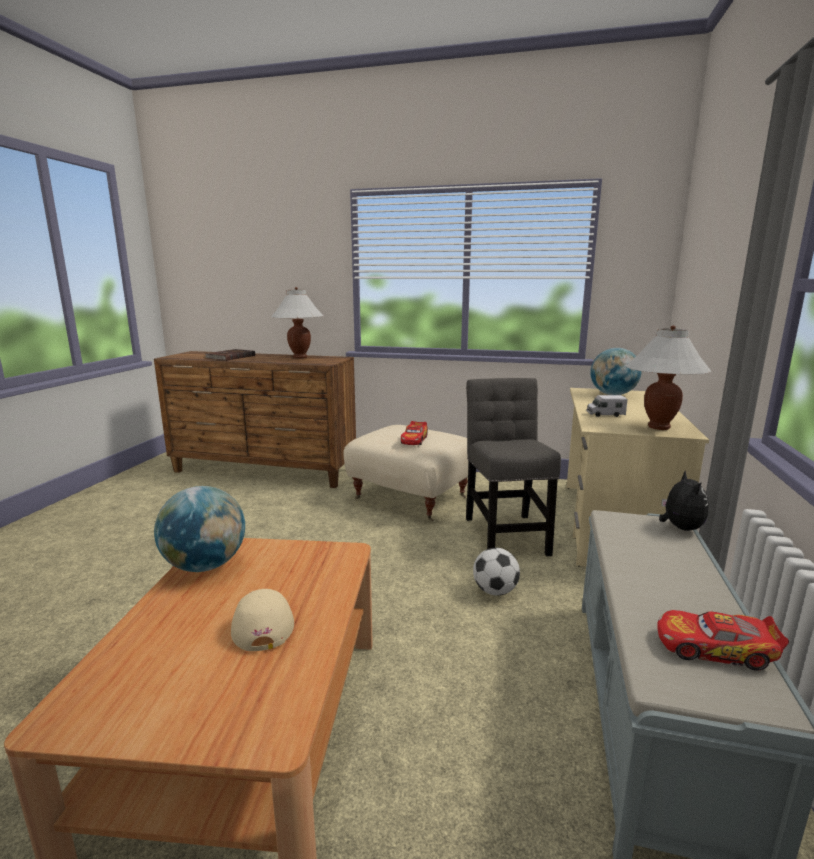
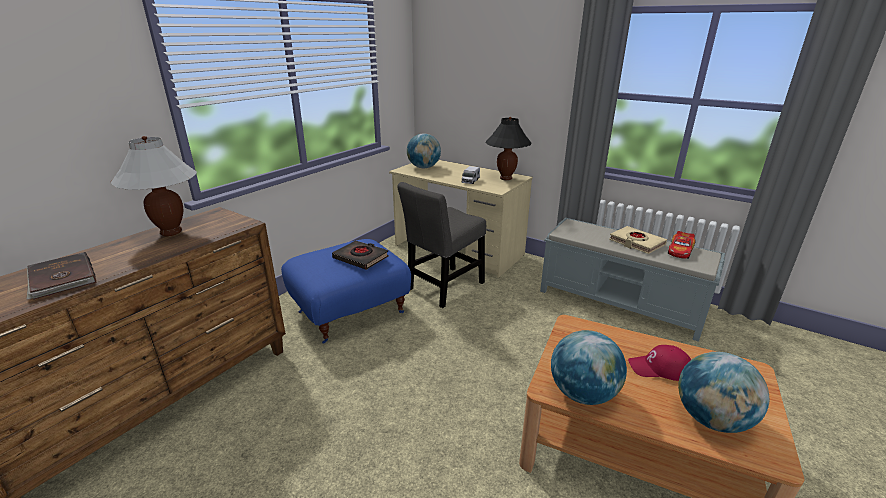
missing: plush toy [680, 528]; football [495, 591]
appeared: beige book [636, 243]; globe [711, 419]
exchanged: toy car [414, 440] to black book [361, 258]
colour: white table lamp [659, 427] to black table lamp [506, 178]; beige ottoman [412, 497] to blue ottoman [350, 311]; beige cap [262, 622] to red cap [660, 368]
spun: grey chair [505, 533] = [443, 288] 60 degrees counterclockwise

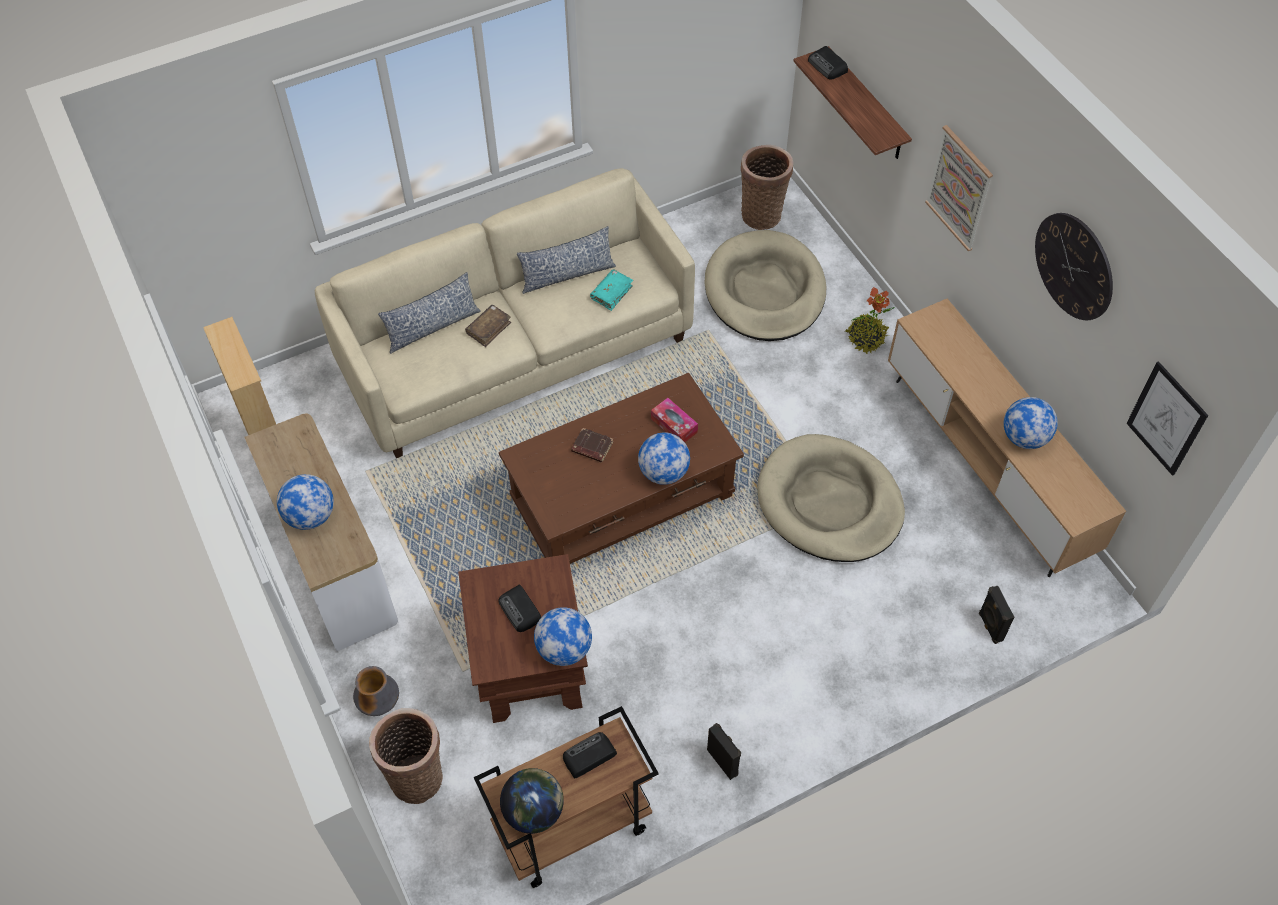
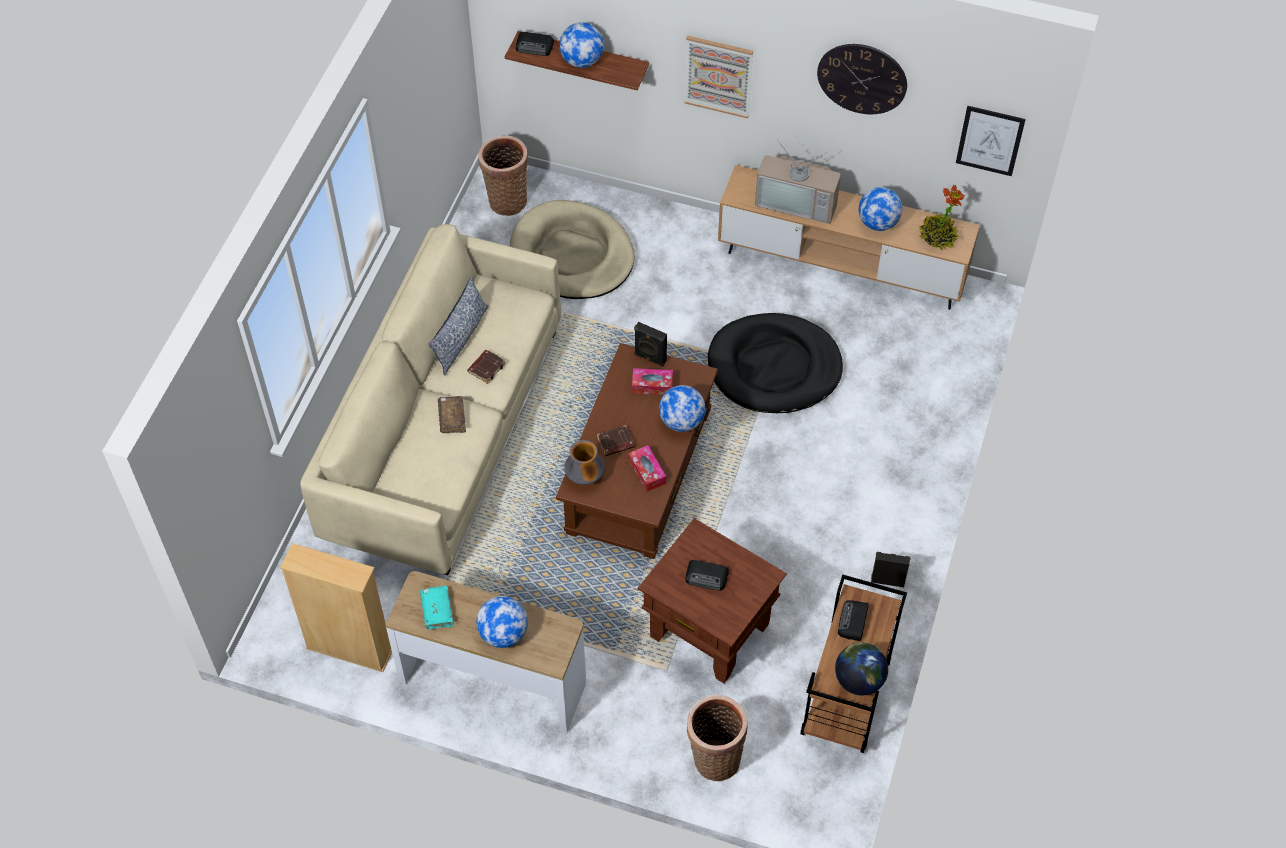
missing: pillow [432, 327]
appeared: television [798, 201]; brown book [486, 367]; tissue box [647, 472]
relocated: turquoise book [611, 293] to [437, 610]; potted plant [865, 339] to [937, 237]; black speaker [989, 627] to [650, 358]; globe [564, 649] to [582, 61]; vase [380, 703] to [585, 477]
colour: beige dog bed [829, 503] to black dog bed [774, 367]

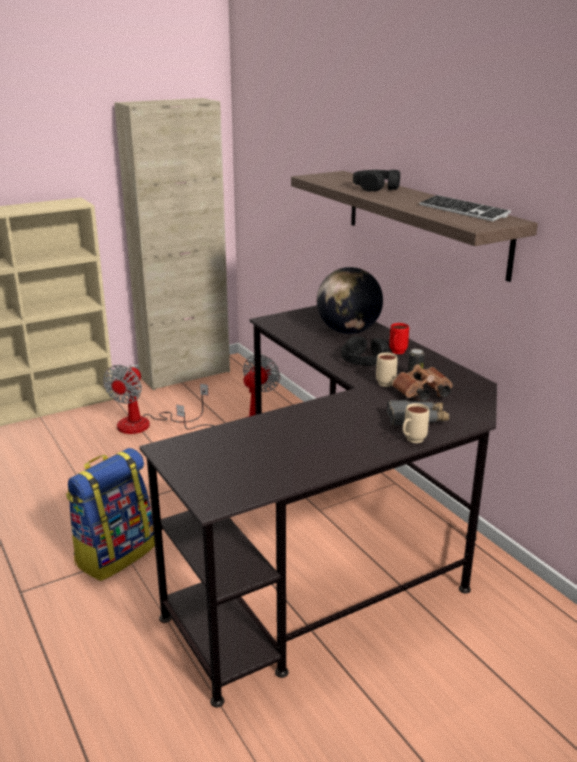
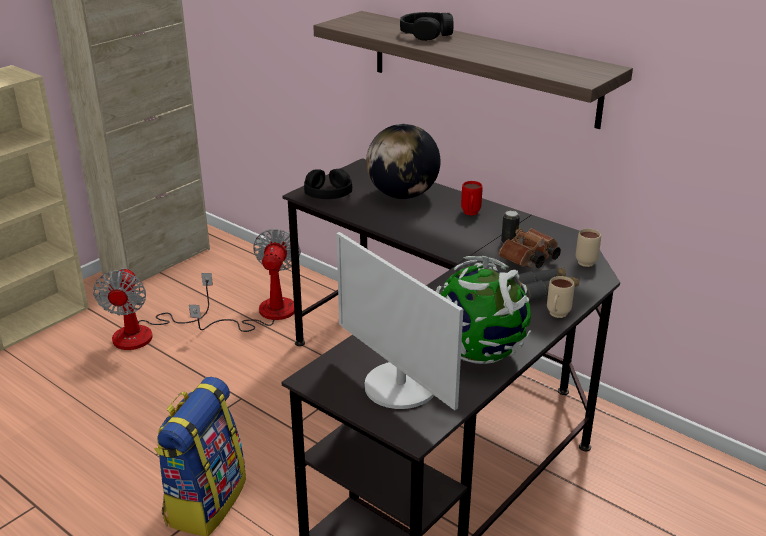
missing: keyboard [463, 211]
appeared: monitor [400, 386]; globe [479, 353]
relocated: black headphones [365, 360] to [328, 193]; beige mug [388, 382] to [586, 261]

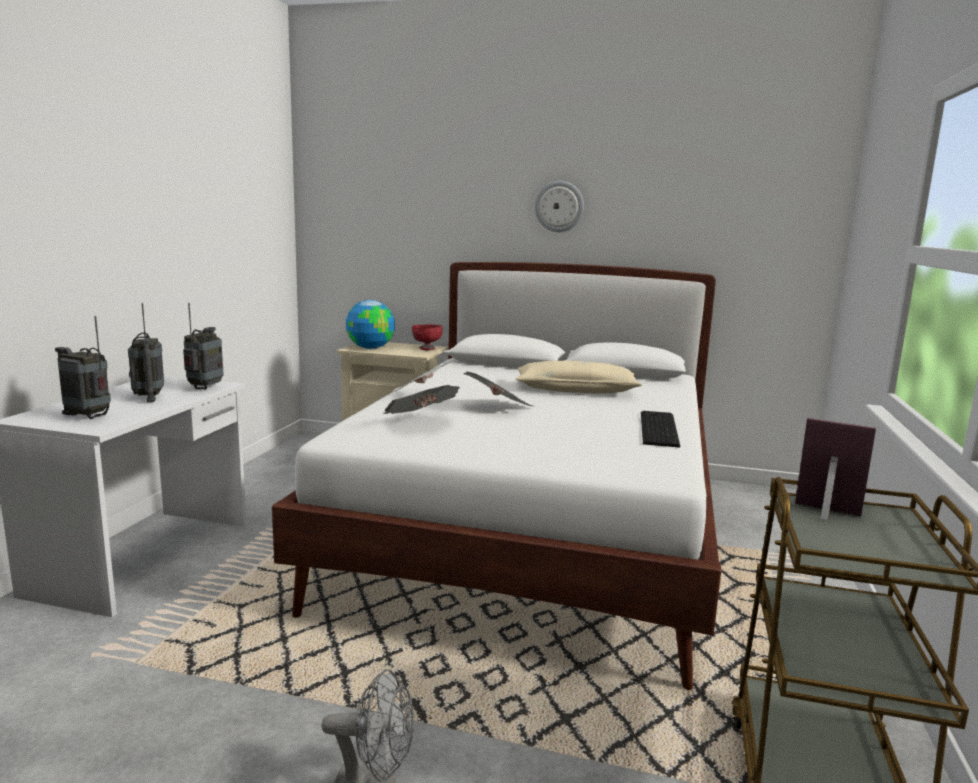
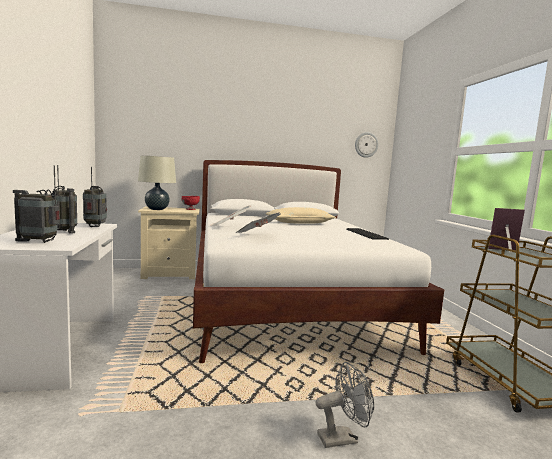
missing: newspaper [498, 408]
relocated: wall clock [559, 206] to [366, 144]
exchanged: globe [370, 348] to beige table lamp [157, 209]

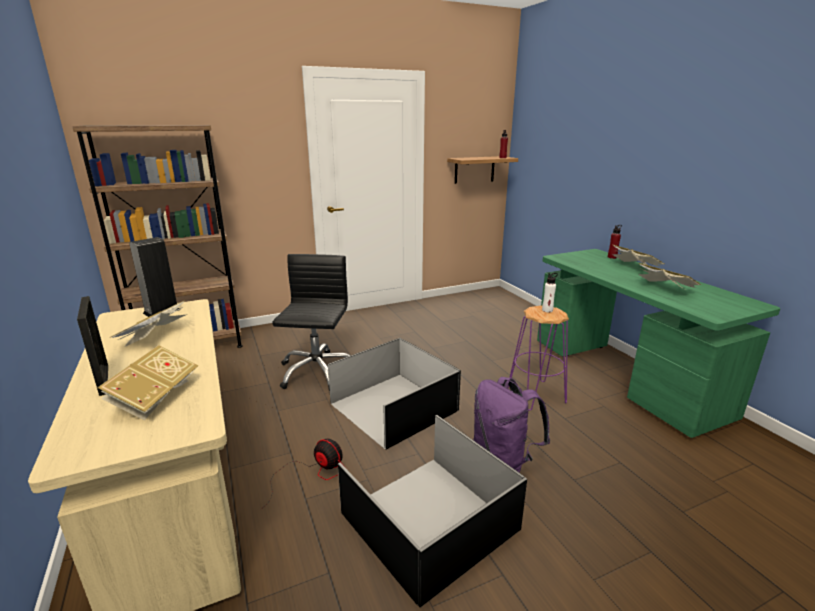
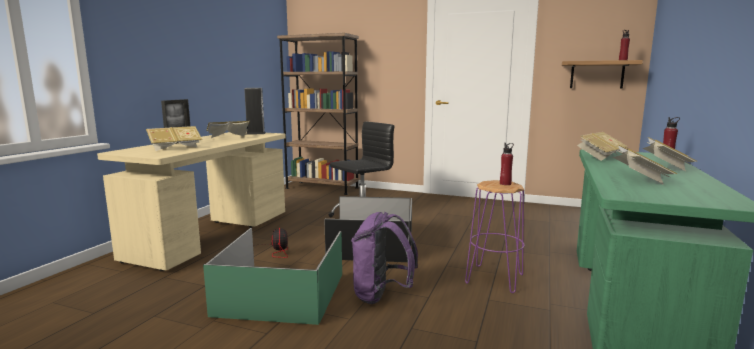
appeared: book [600, 157]
colour: white bottle [547, 310] to red bottle [505, 184]; black storage box [430, 519] to green storage box [283, 294]

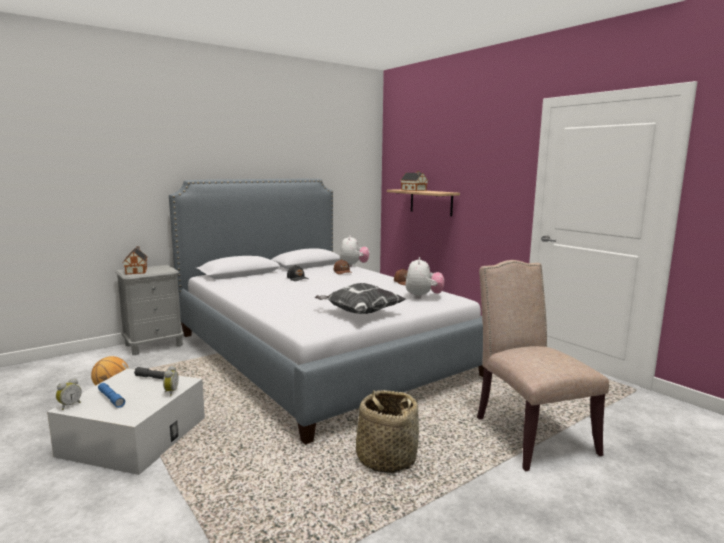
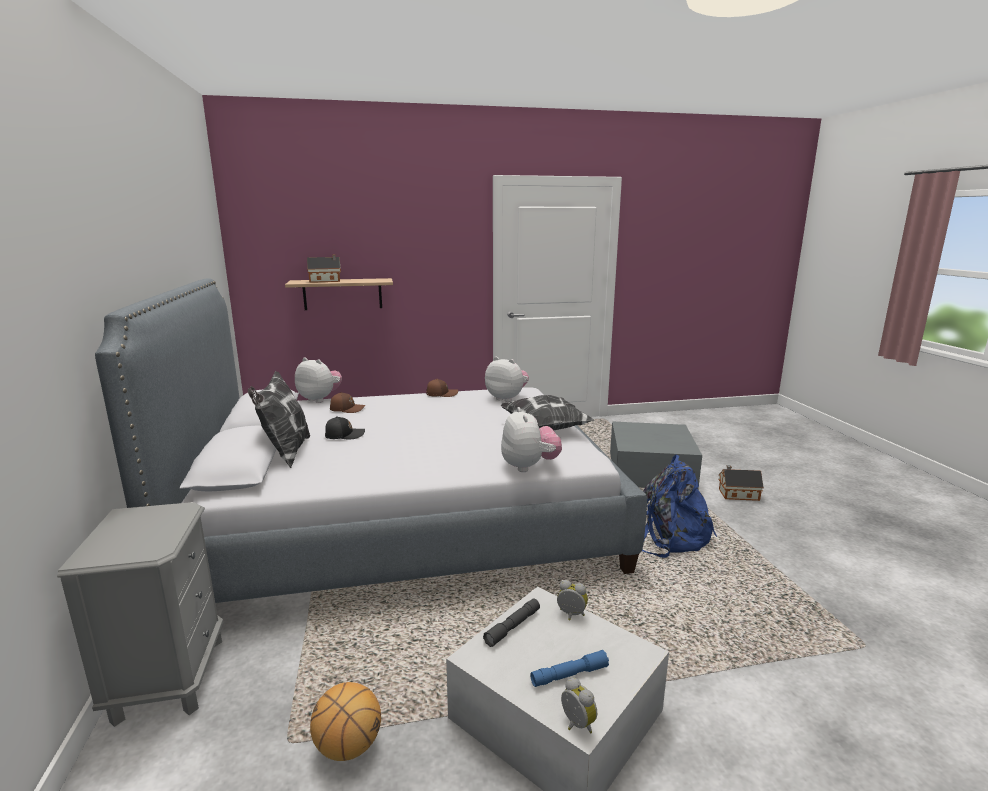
appeared: pillow [286, 453]; plush toy [529, 466]
relocated: toy house [137, 270] to [737, 494]
exchanged: beige chair [528, 433] to grey storage box [650, 471]; basket [386, 458] to blue backpack [670, 537]

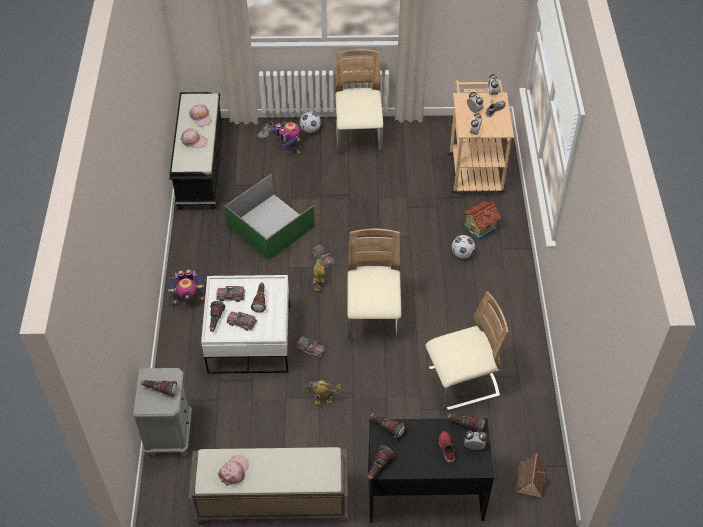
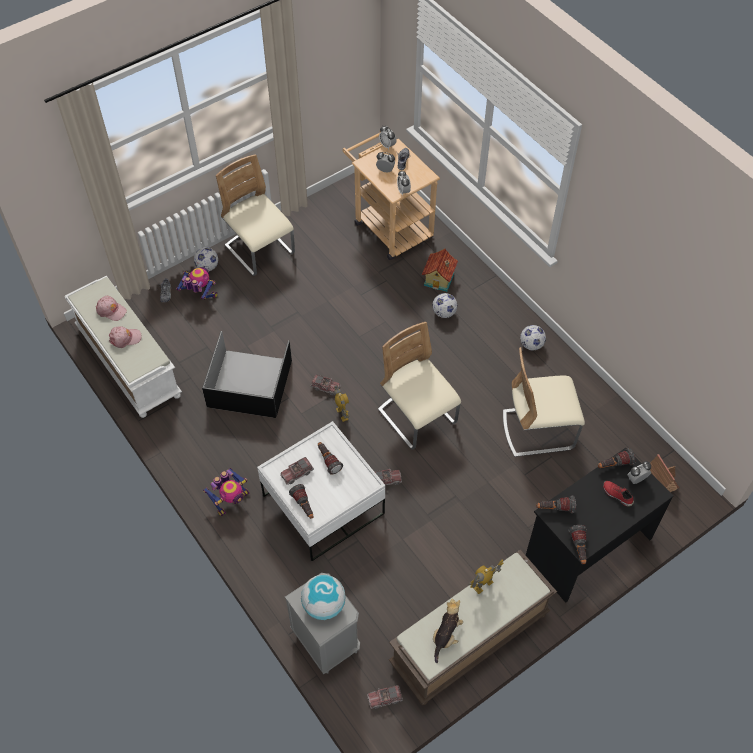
appeared: football [531, 345]
relocated: toy truck [241, 323] to [384, 698]; toy robot [323, 400] to [483, 585]
exchanged: flashlight [159, 390] to globe [324, 605]; pink cap [234, 471] to plush toy [446, 635]
colour: black bench [200, 166] to white bench [127, 362]; green storage box [271, 227] to black storage box [251, 383]
spun: beige chair [462, 382] = [538, 430] 135 degrees counterclockwise

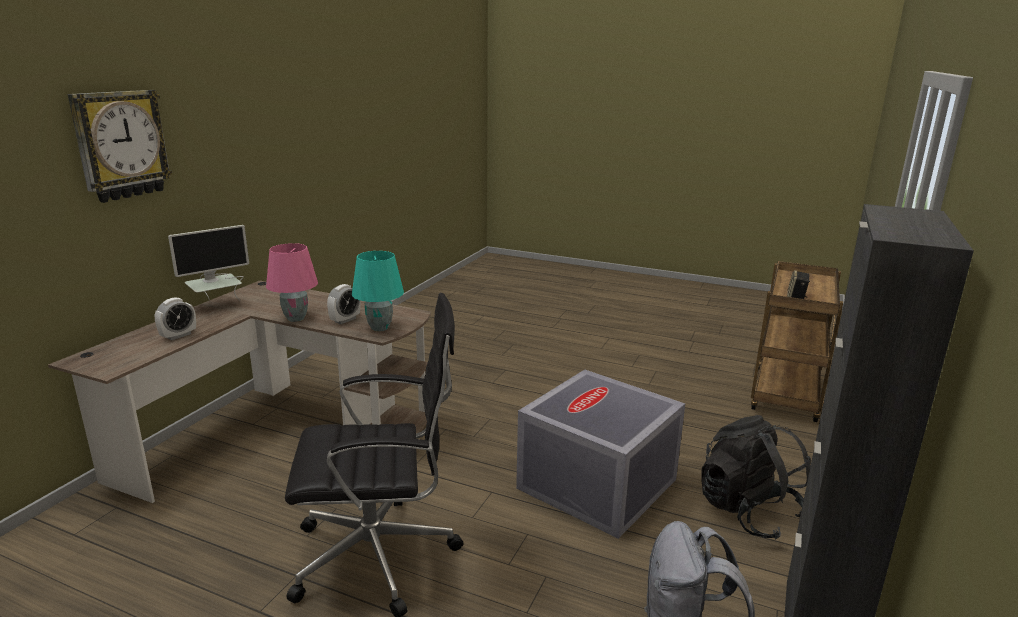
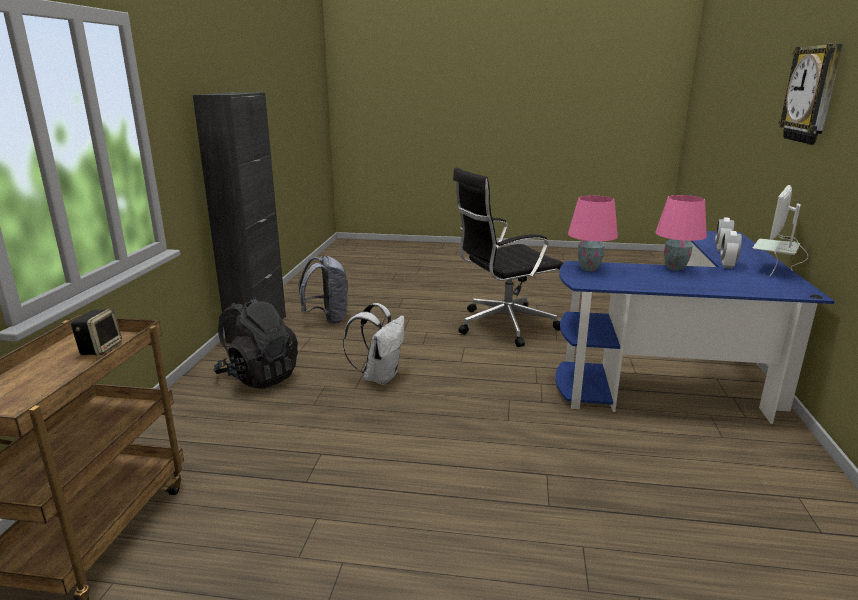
relocated: alarm clock [345, 320] to [727, 265]
exchanged: grey storage box [597, 485] to white backpack [379, 377]
colour: turquoise table lamp [380, 328] to pink table lamp [588, 269]; brown desk [279, 430] to blue desk [683, 377]

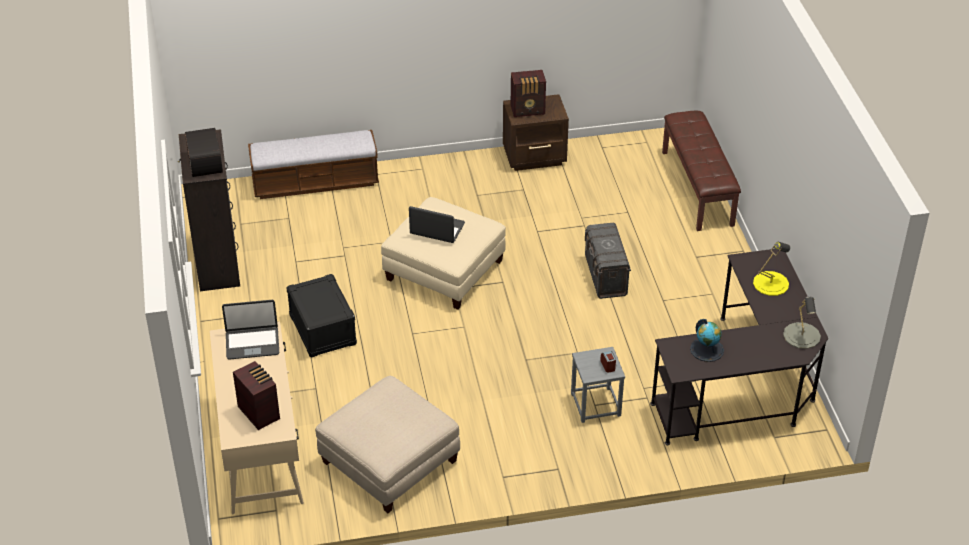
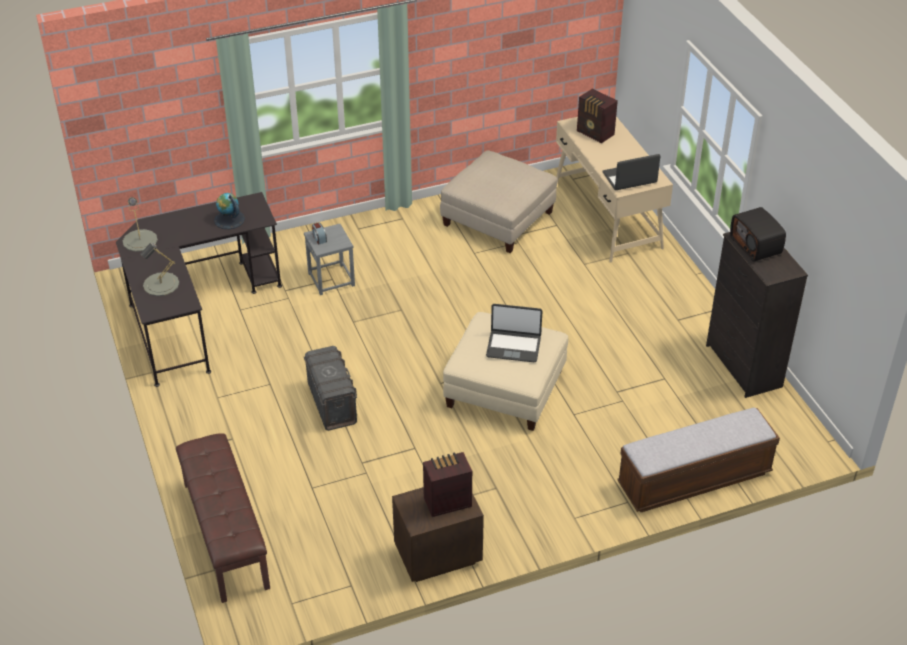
missing: black storage box [322, 330]
colour: yellow table lamp [770, 283] to grey table lamp [161, 284]

